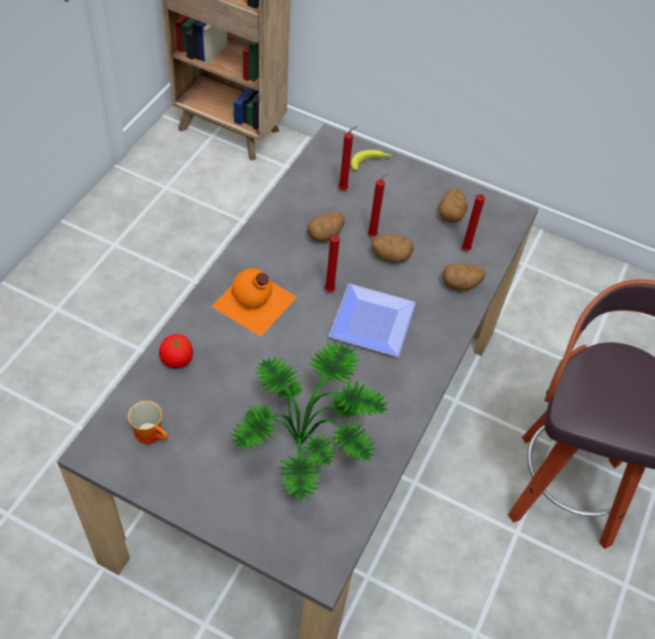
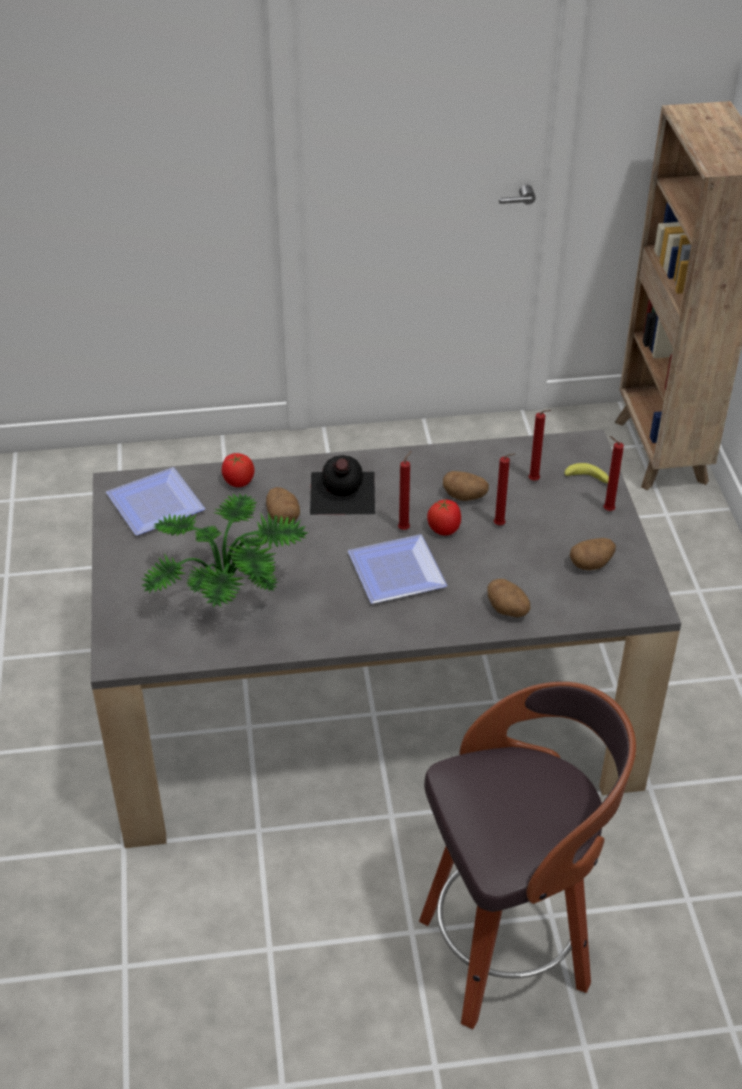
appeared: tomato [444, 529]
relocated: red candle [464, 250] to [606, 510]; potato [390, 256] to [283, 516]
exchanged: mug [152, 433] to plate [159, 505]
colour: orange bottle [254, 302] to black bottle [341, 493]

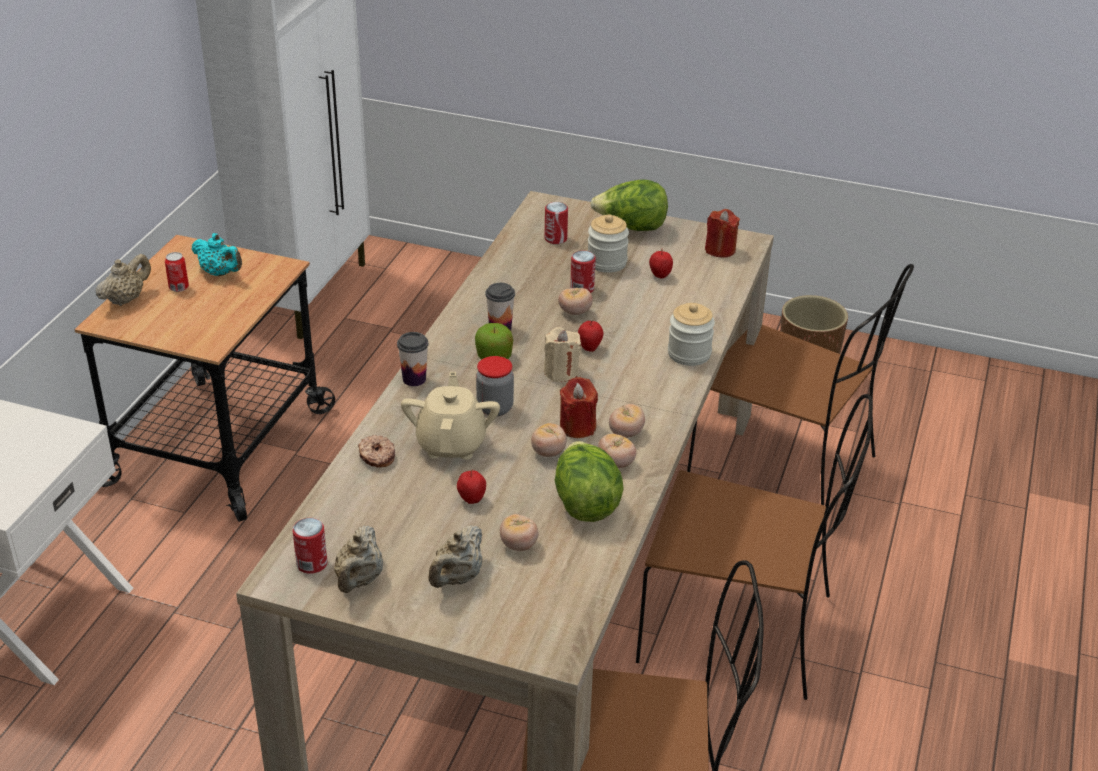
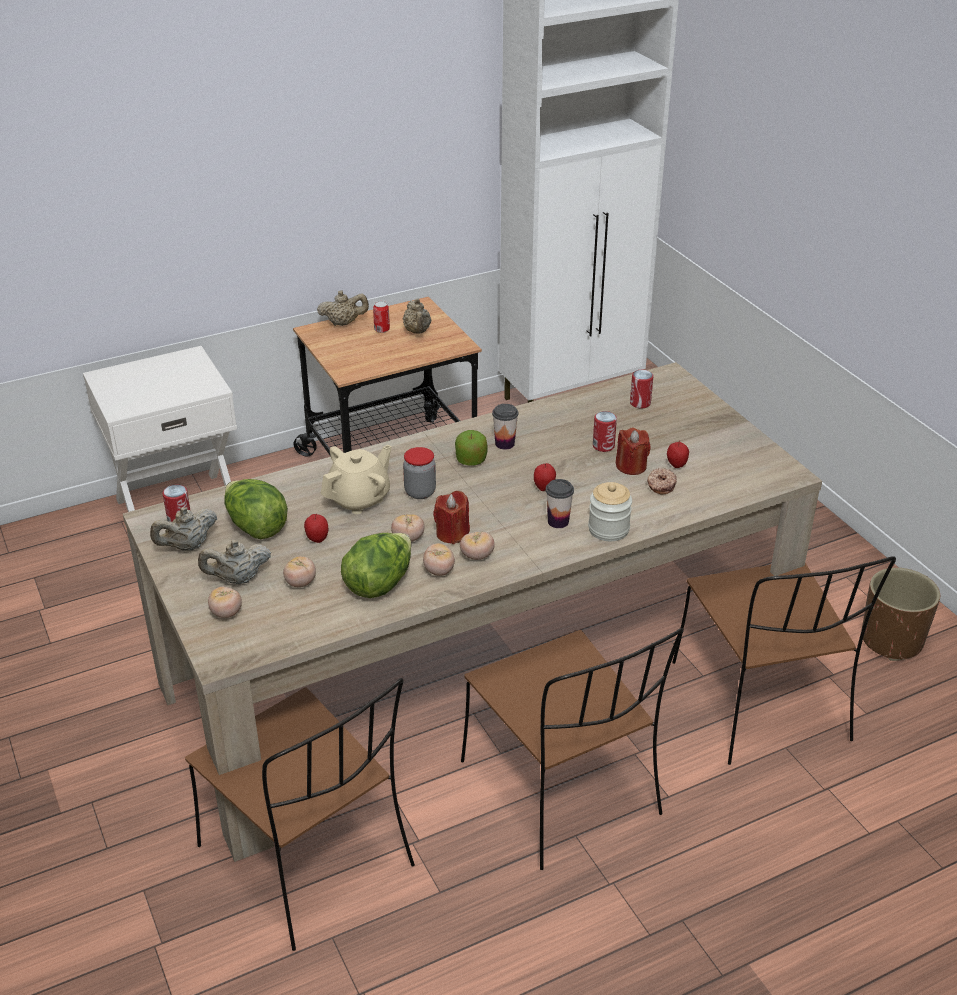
missing: jar [607, 262]; beige candle [561, 372]
relocated: lettuce [631, 228] to [256, 527]; red candle [720, 250] to [631, 466]; tomato [575, 312] to [226, 613]; cup [414, 379] to [558, 521]; donut [376, 457] to [660, 485]
colour: turquoise teapot [220, 273] to beige teapot [417, 332]

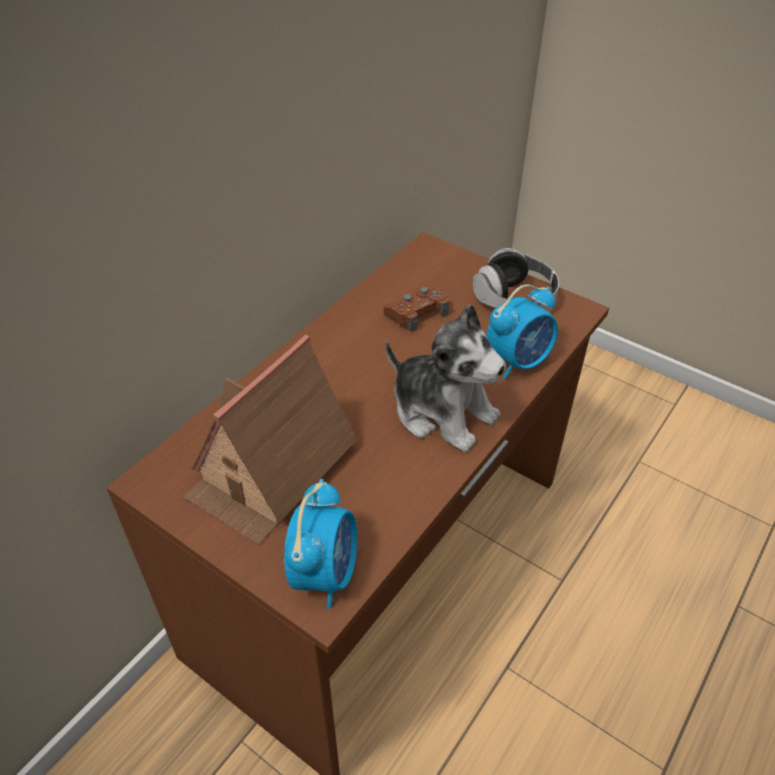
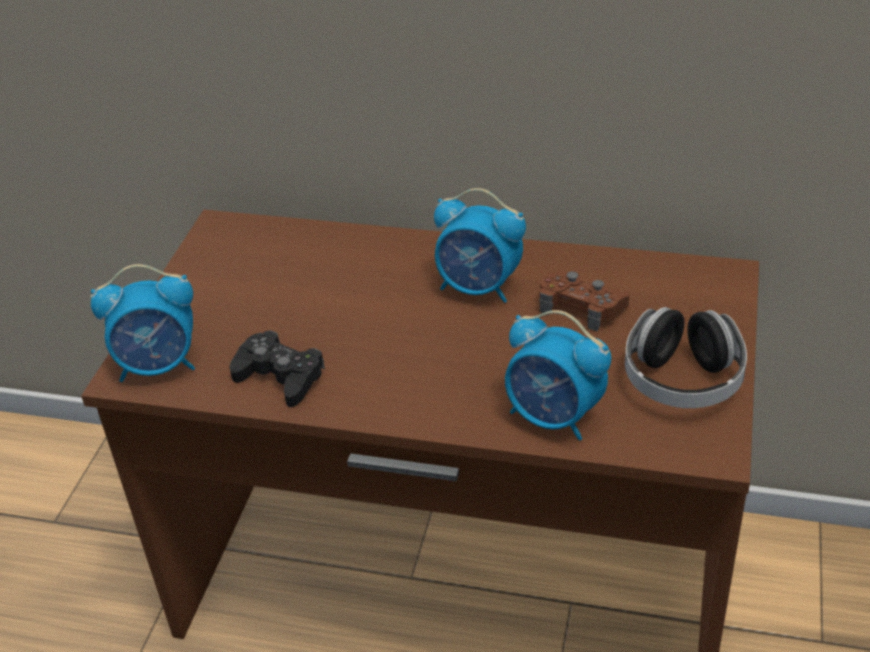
missing: plush toy [442, 412]; toy house [271, 469]
appeared: alarm clock [479, 288]; black game controller [280, 376]

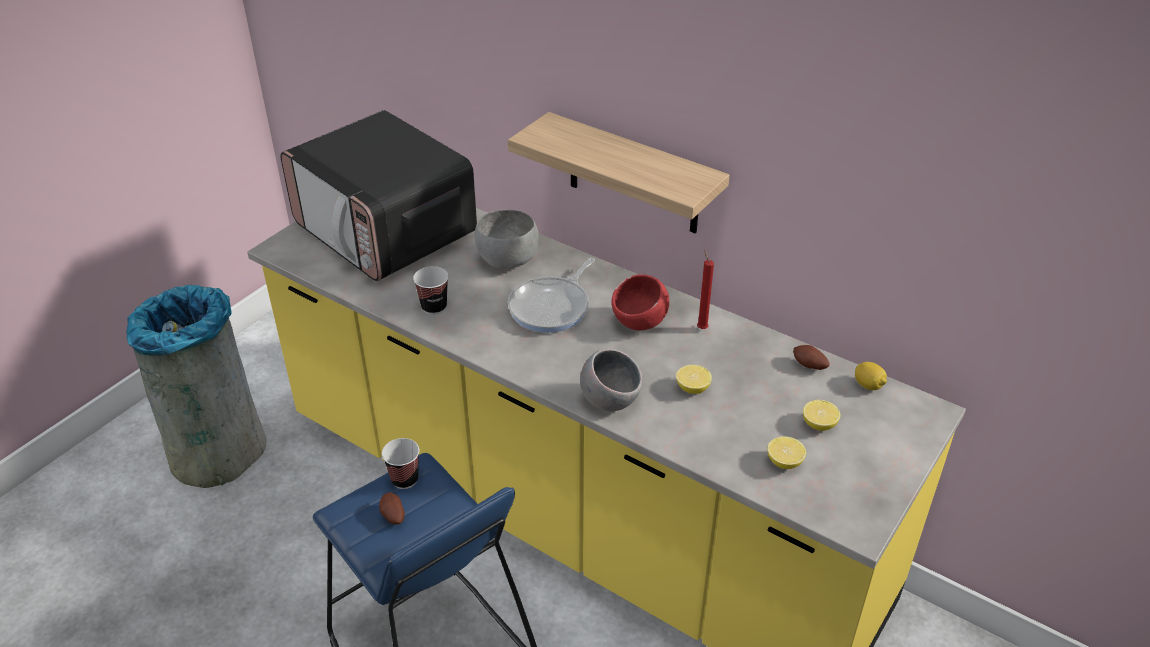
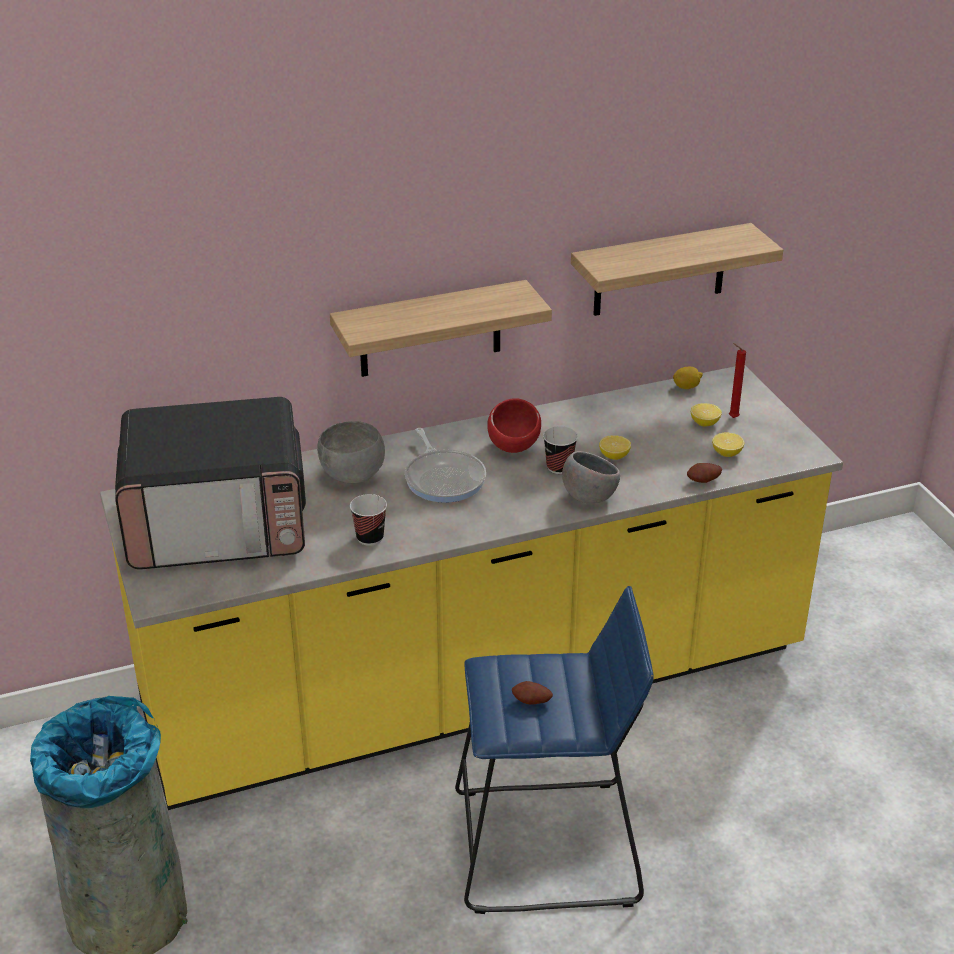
appeared: shelf [660, 270]
relocated: red candle [701, 327] to [731, 417]; potato [808, 366] to [703, 481]; cup [404, 479] to [559, 467]

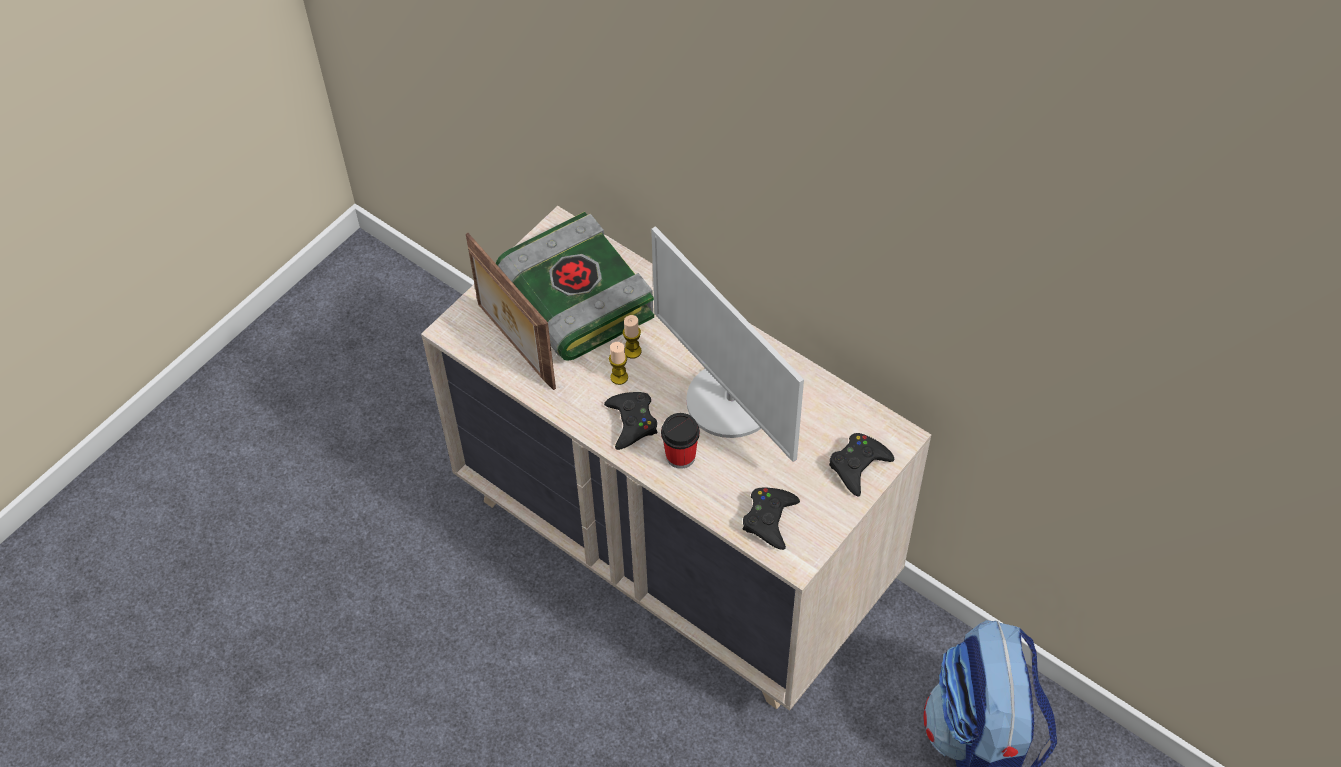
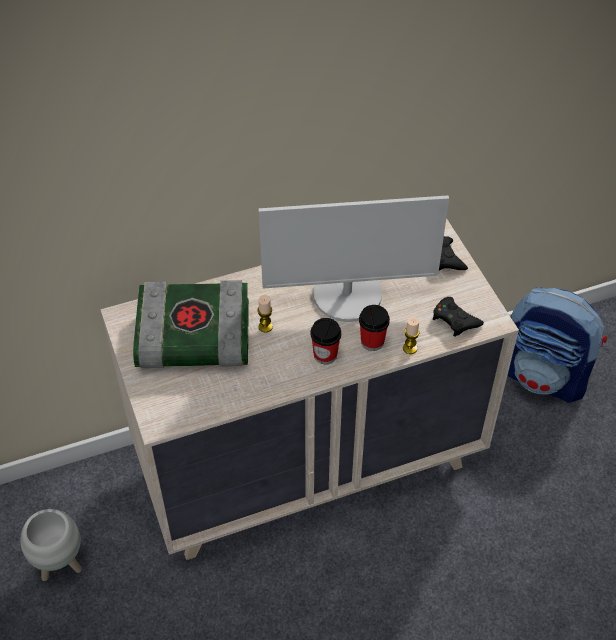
missing: picture frame [513, 346]
appeared: white planter [60, 565]
relocated: candle [619, 377] to [410, 348]
exchanged: black game controller [632, 422] to cup [325, 355]

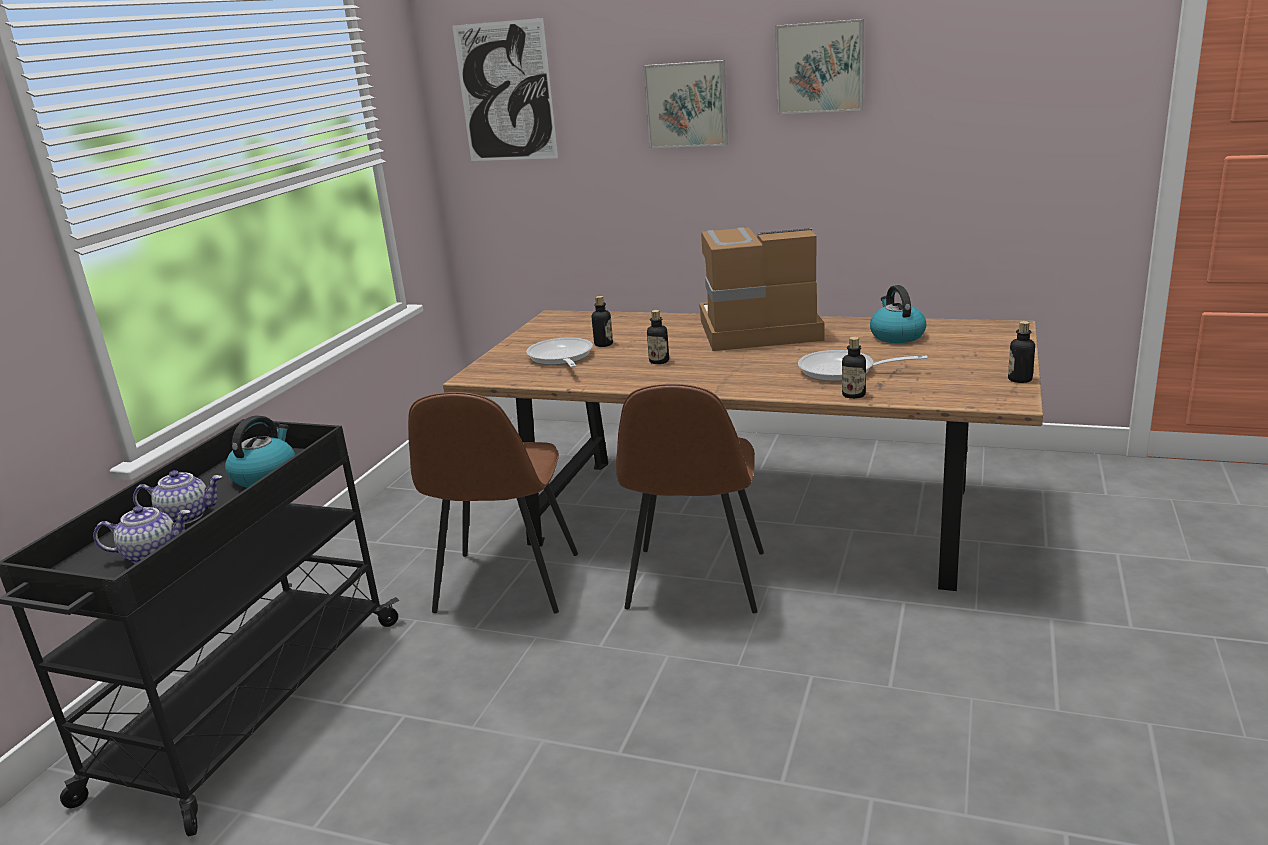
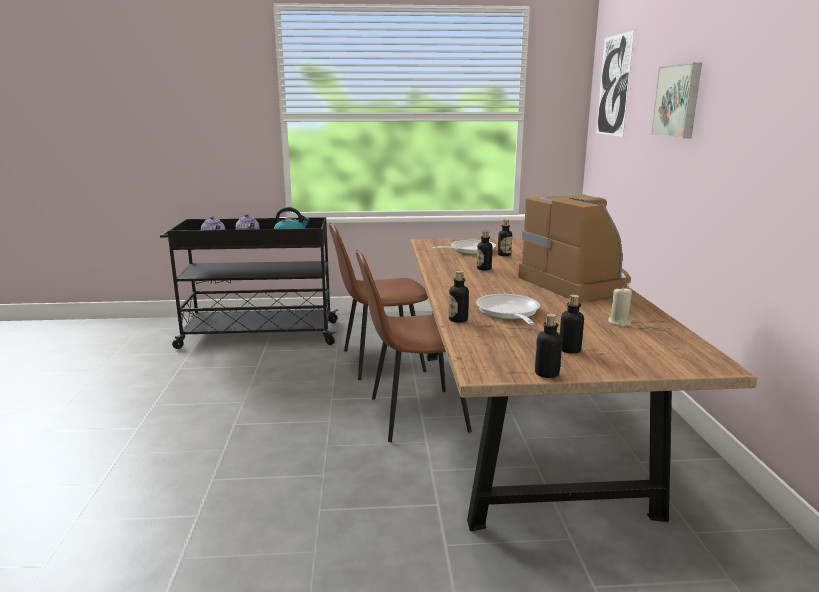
missing: picture [820, 67]
appeared: bottle [569, 350]
exchanged: kettle [896, 336] to beige candle [619, 323]

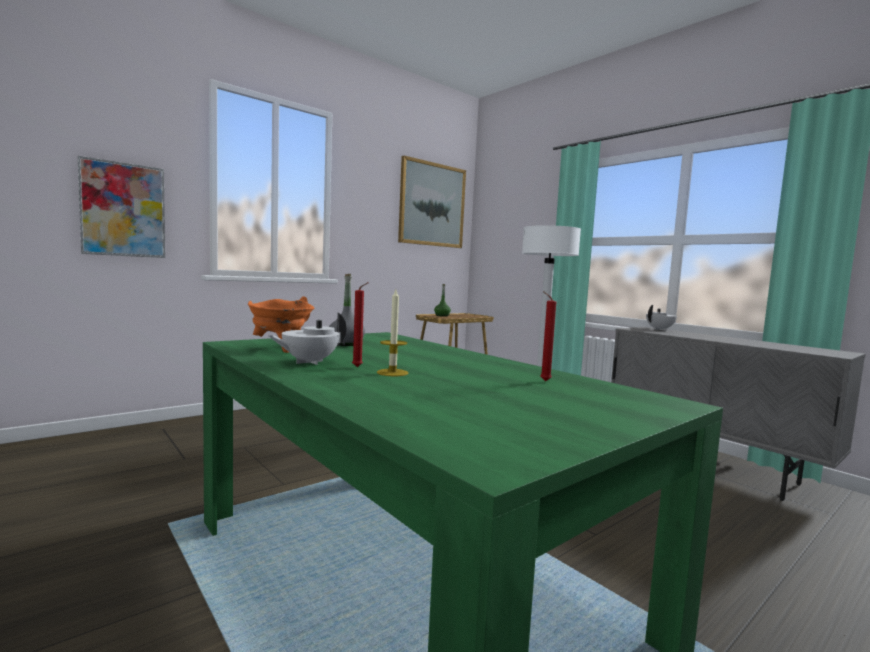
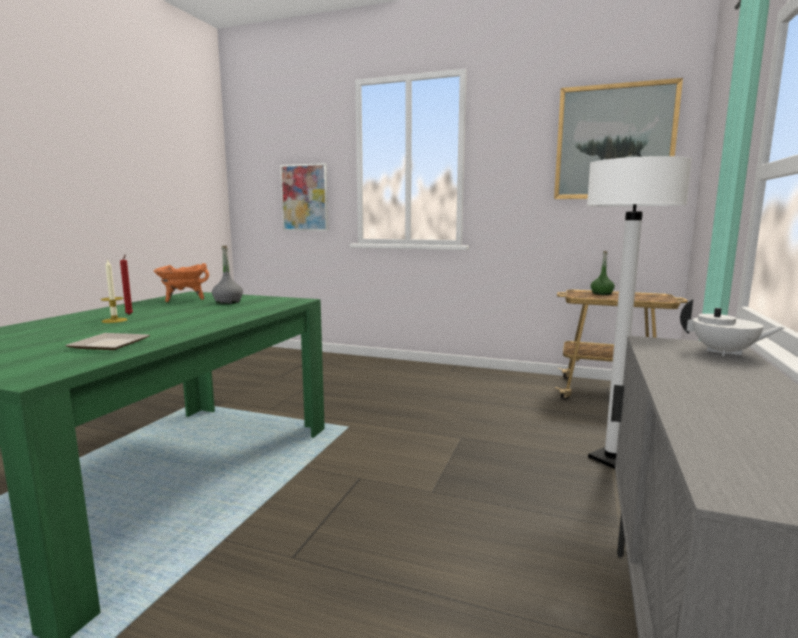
missing: white teapot [309, 362]
exchanged: red candle [543, 380] to plate [113, 344]

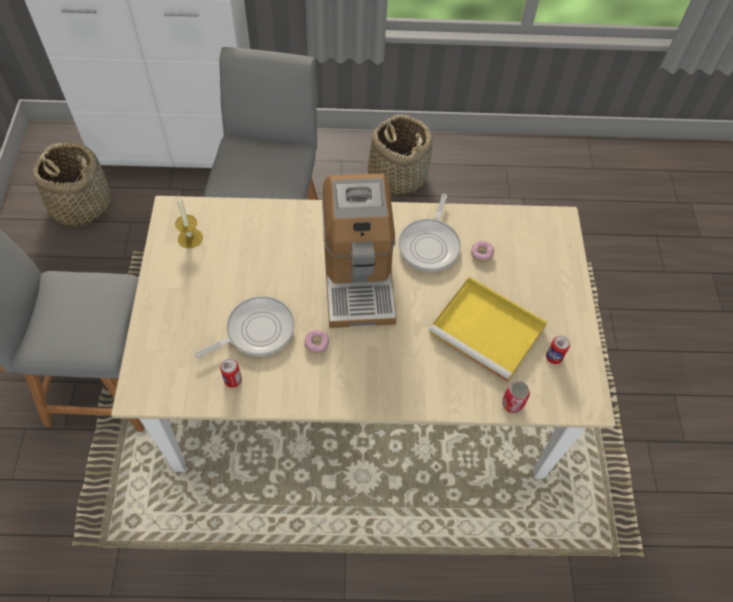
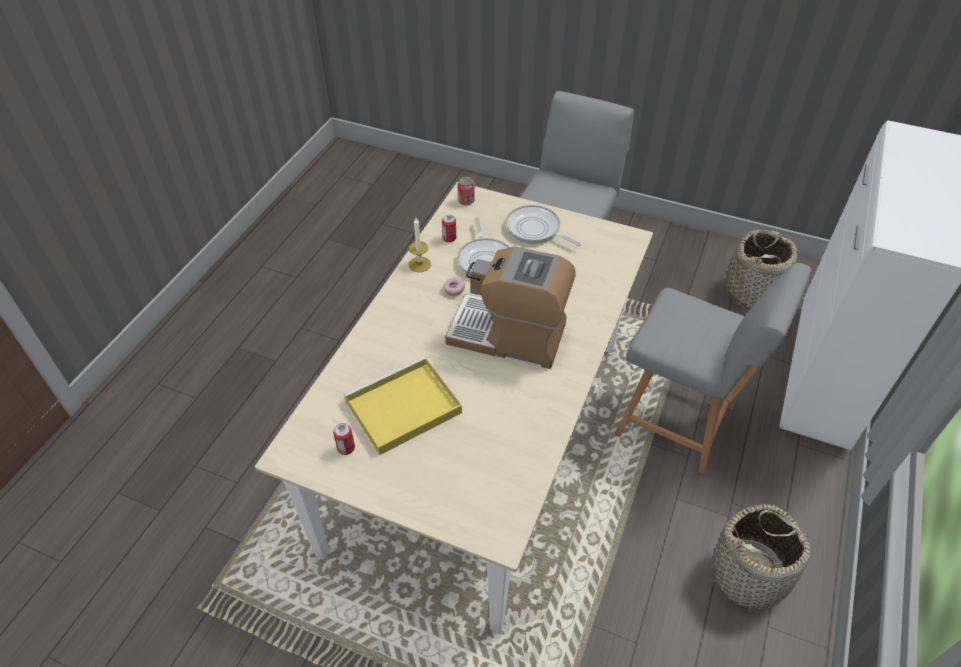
missing: donut [481, 254]
relocated: frying pan [430, 245] to [535, 230]; candle [190, 238] to [419, 264]; can [512, 404] to [466, 201]

